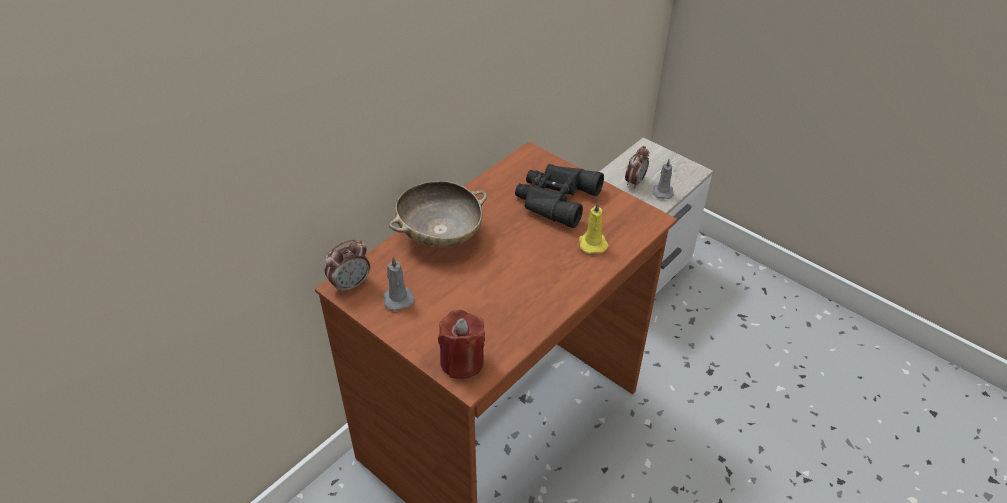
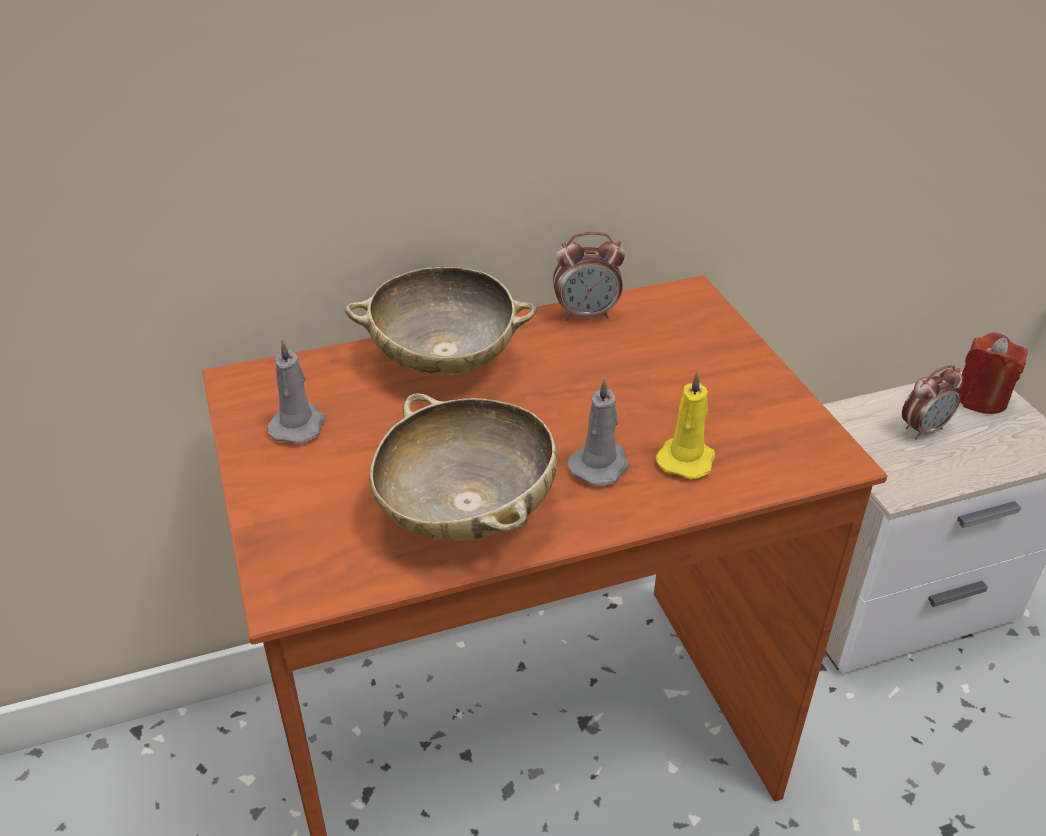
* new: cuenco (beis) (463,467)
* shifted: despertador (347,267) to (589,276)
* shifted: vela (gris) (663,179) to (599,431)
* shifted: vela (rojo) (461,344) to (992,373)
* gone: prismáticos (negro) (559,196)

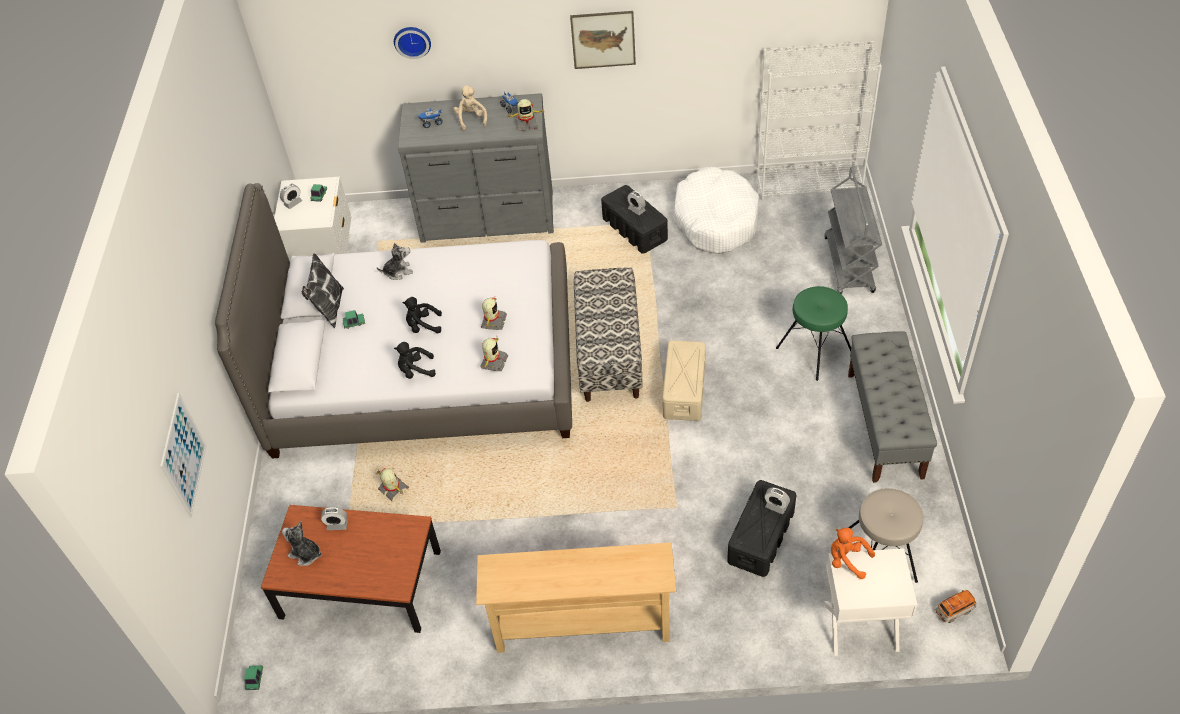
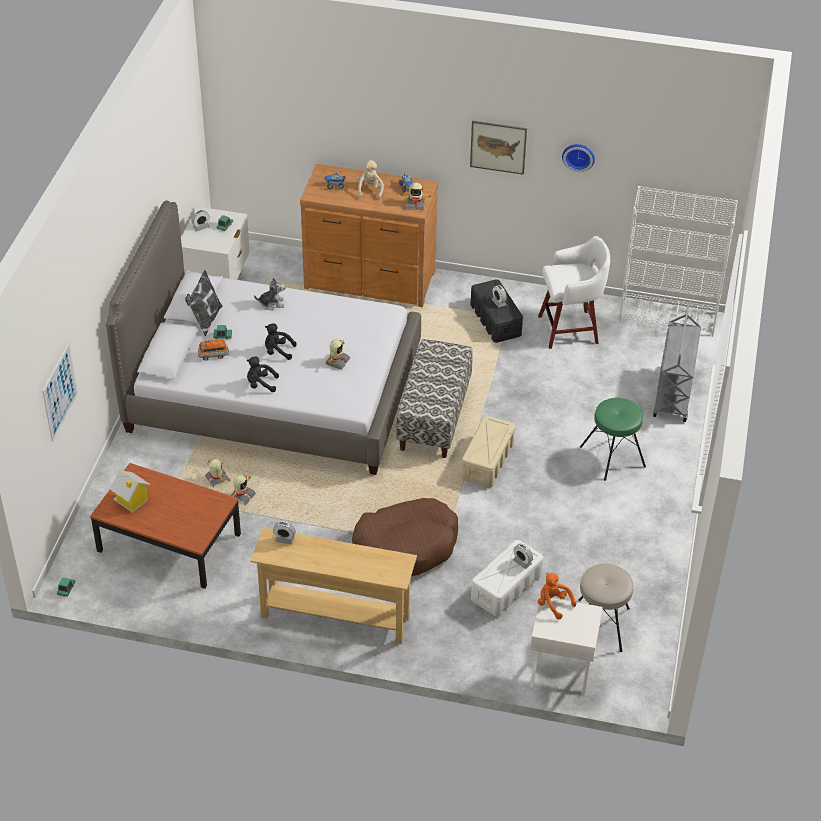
* swapped: peluche (302,543) to casita (130,491)
* shifted: coche de juguete (956,606) to (213,350)
* shifted: robot de juguete (494,353) to (243,490)
* shifted: despertador (334,518) to (284,533)
* repainted: cómoda (gris) (476,168) to cómoda (marrón) (369,235)
* new: cama para perro (marrón) (405,537)
* repainted: caja de almacenaje (negro) (761,528) to caja de almacenaje (blanco) (507,578)
* swapped: cama para perro (blanco) (716,210) to taburete (blanco) (574,292)
* shifted: reloj de pared (412,43) to (578,158)
* gone: banco (gris) (892,407)

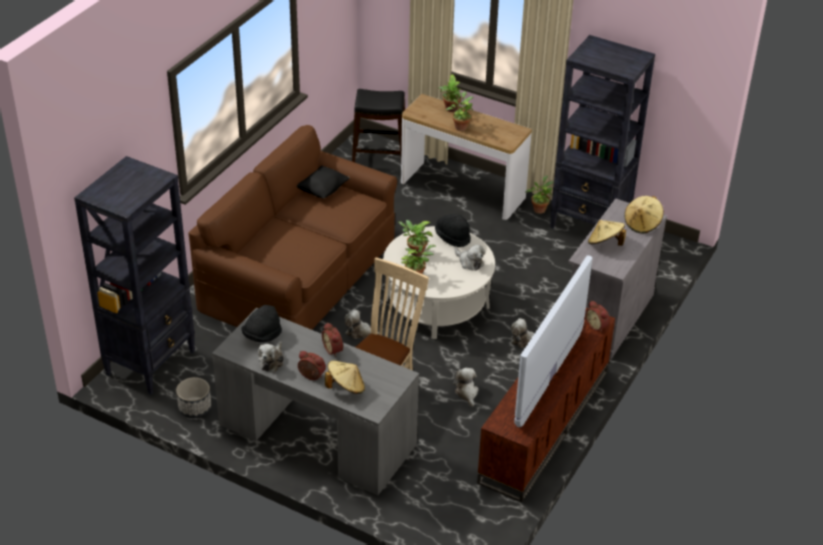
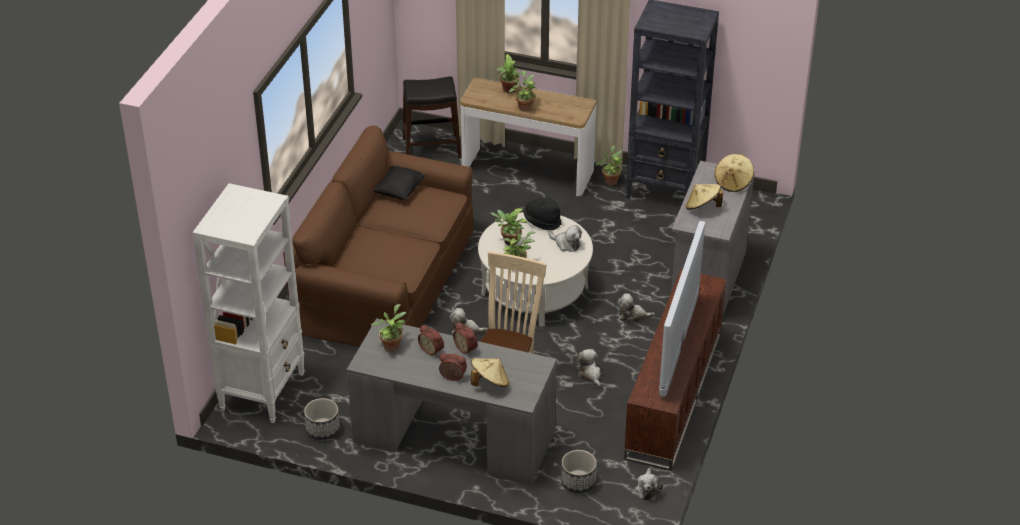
* repainted: estantería (negro) (134,275) to estantería (blanco) (248,303)
* swapped: sombrero (negro) (262,323) to planta en maceta (389,328)
* shifted: despertador (597,316) to (431,341)
* new: maceta (579,471)
* shifted: peluche (271,356) to (649,484)

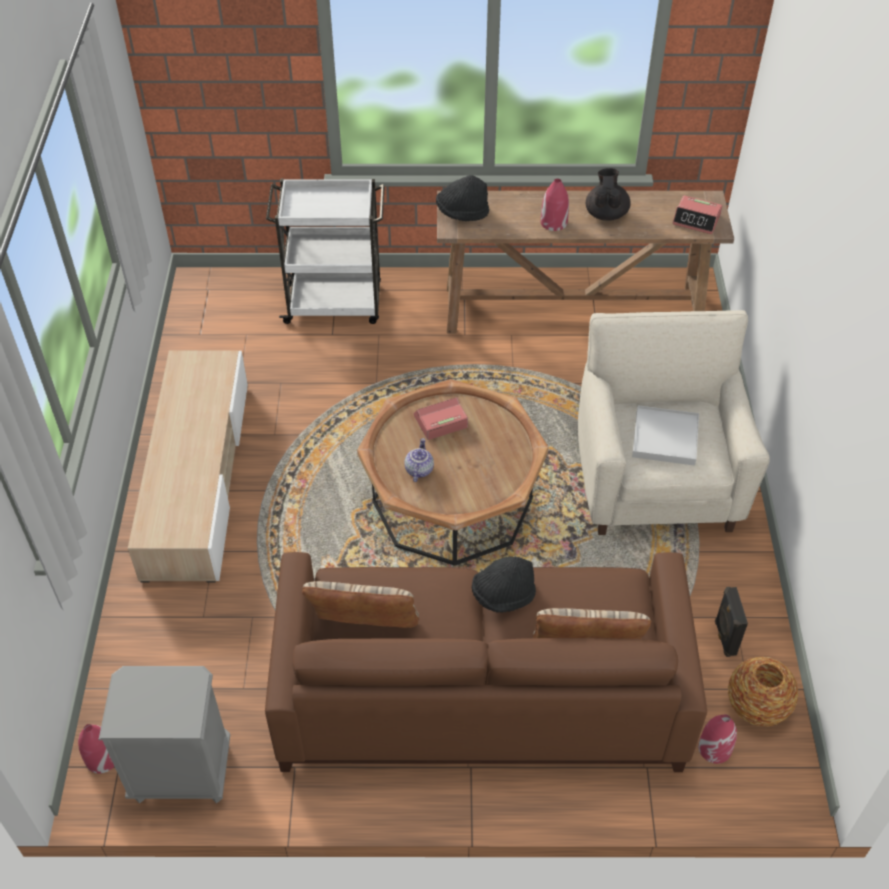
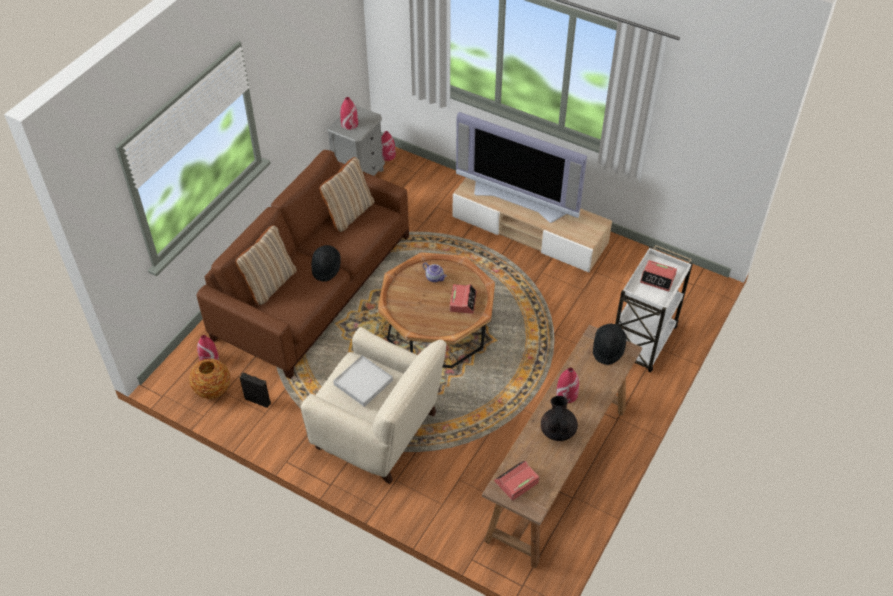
* new: florero (rojo) (349,113)
* new: televisor (521,167)
* rotated: tetera (negro) (608,194) = (559,418) 120 degrees counterclockwise
* new: despertador (658,276)

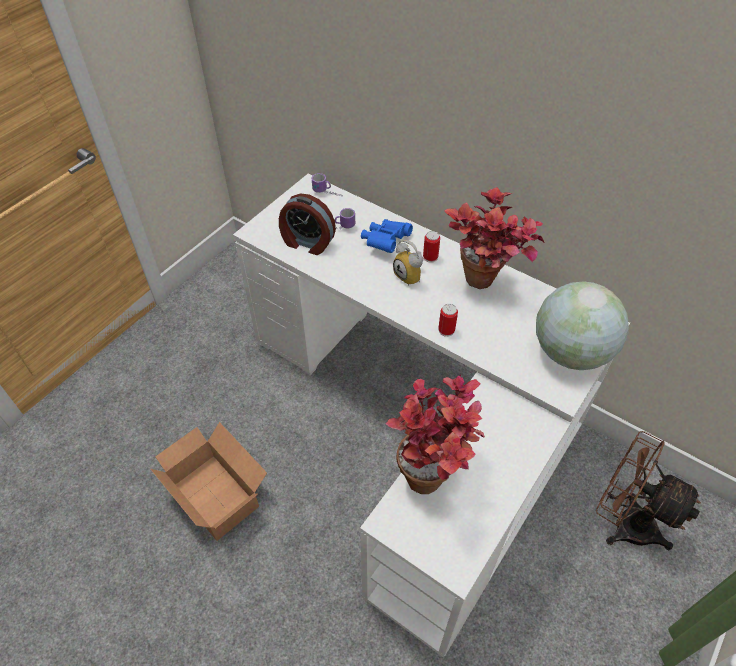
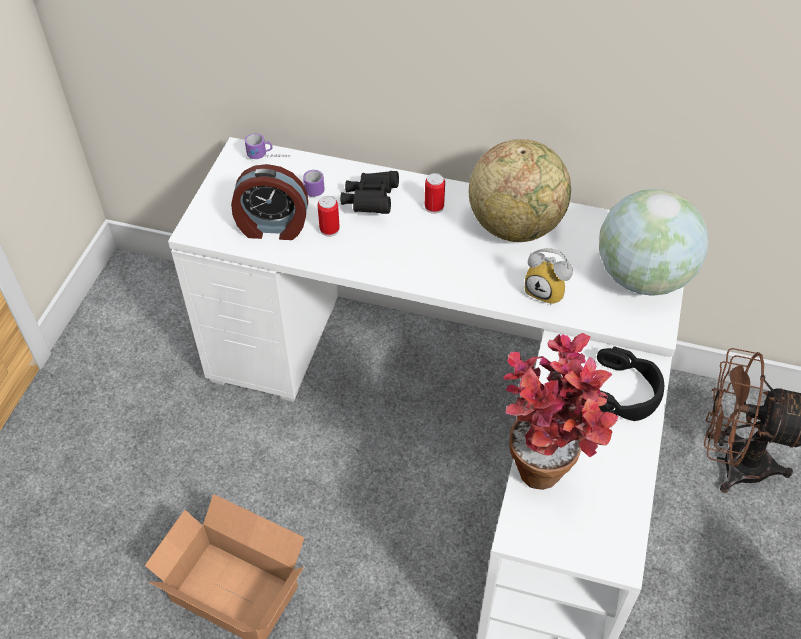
* shifted: lata (448,320) to (329,216)
* repainted: prismáticos (azul) (387,236) to prismáticos (negro) (369,192)
* swapped: planta en maceta (494,238) to globo terráqueo (520,190)
* shifted: despertador (408,263) to (549,276)
* new: auriculares (negro) (630,384)

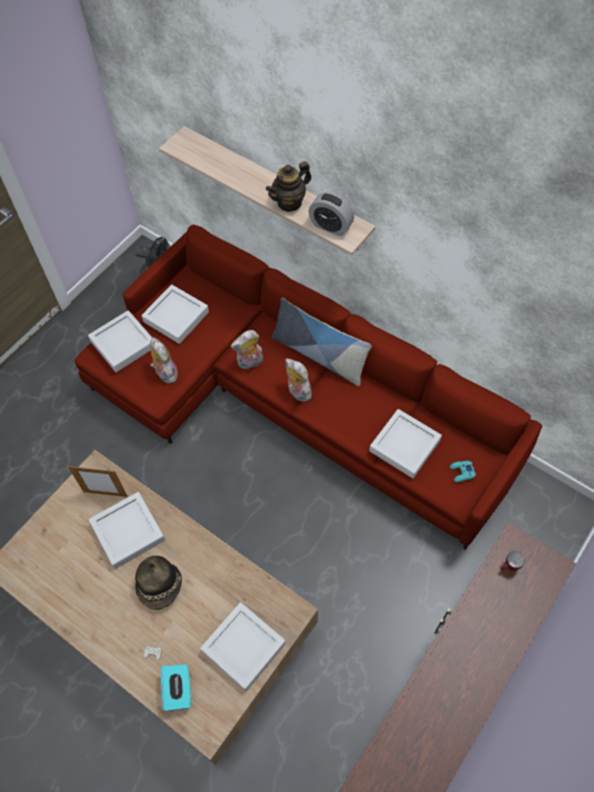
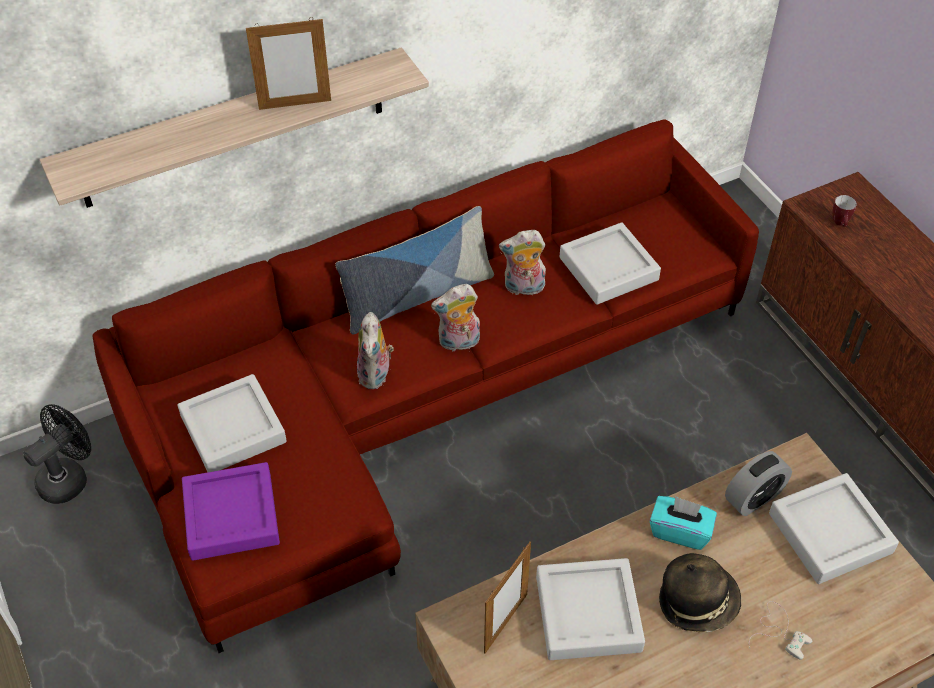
* repainted: bandeja (gris) (120,341) to bandeja (morado) (231,511)
* swapped: tetera (289,186) to portarretratos (288,63)
* shifted: peluche (164,360) to (523,262)
* shifted: caja de pañuelos (turquesa) (176,688) to (683,523)
* shifted: despertador (331,214) to (758,483)
* gone: mando de consola (turquesa) (463,471)

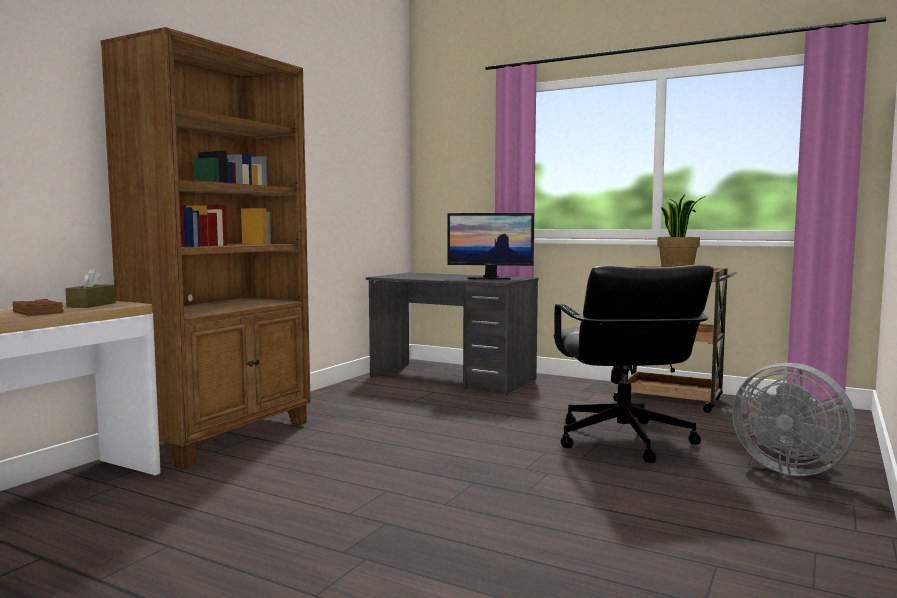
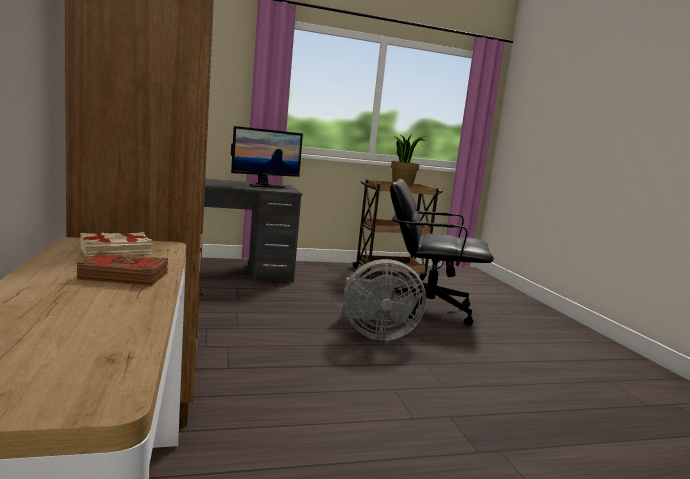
* swapped: caja de pañuelos (marrón) (90,288) to libro (beis) (116,244)
* shifted: ventilador (gris) (794,419) to (384,300)
* rotated: silla de oficina (negro) (634,364) = (442,252) 150 degrees clockwise

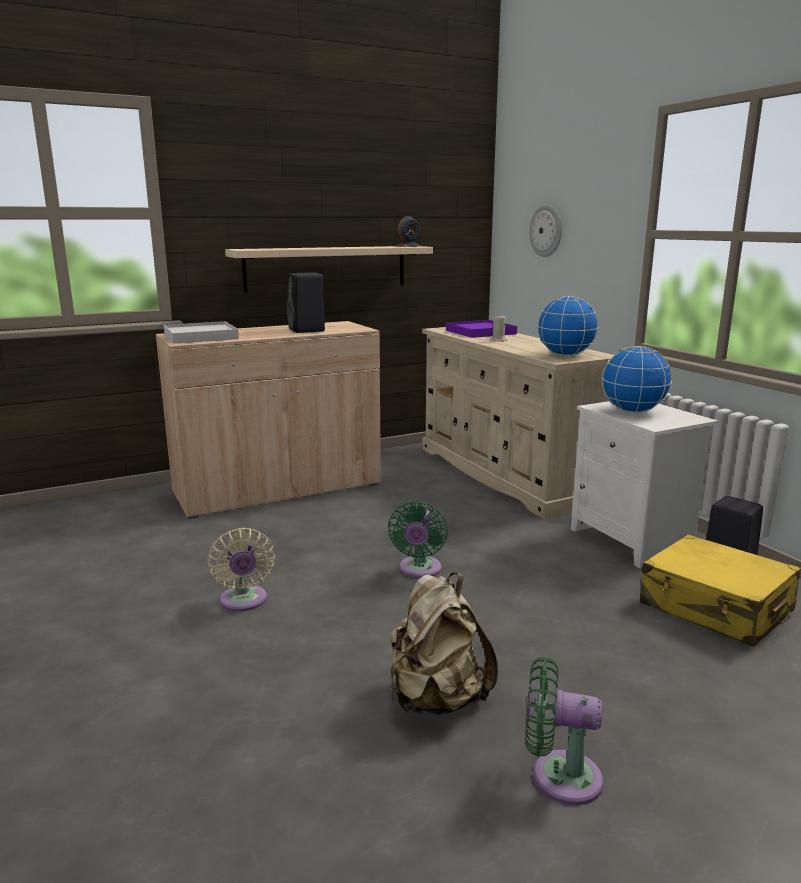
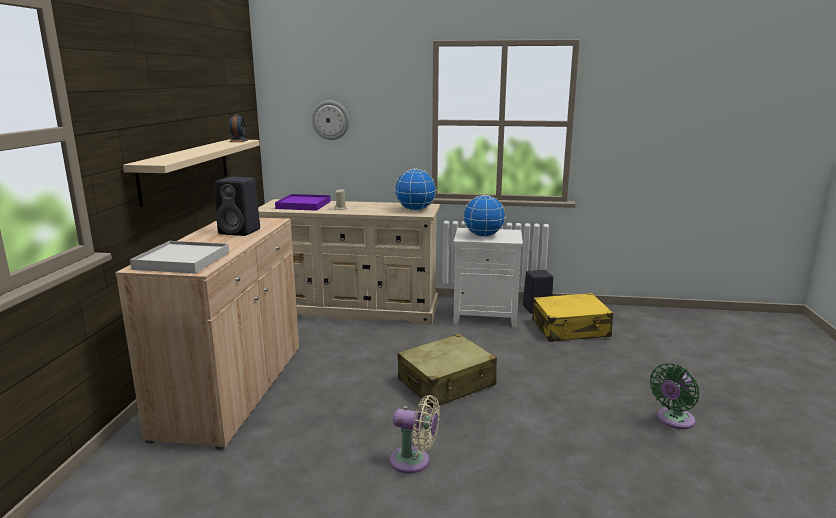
* swapped: ventilador (verde) (418,539) to maleta (beis) (447,371)
* gone: mochila (beis) (444,643)

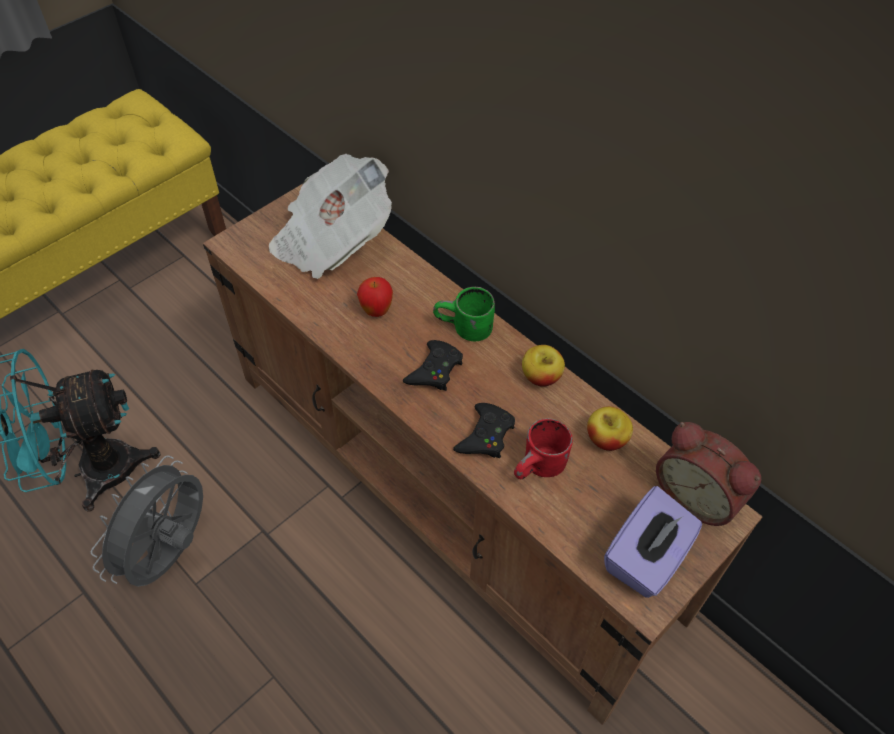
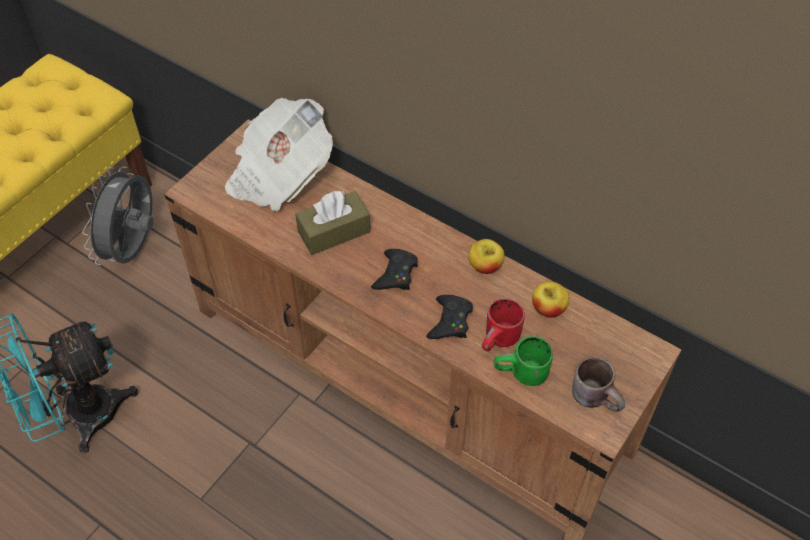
* shifted: ventilador (gris) (146,521) to (117,216)
* swapped: manzana (375,297) to caja de pañuelos (marrón) (333,222)
* shifted: taza grande (verde) (464,314) to (523,360)
* swapped: caja de pañuelos (morado) (653,542) to taza grande (marrón) (598,384)
* gone: despertador (708,474)

